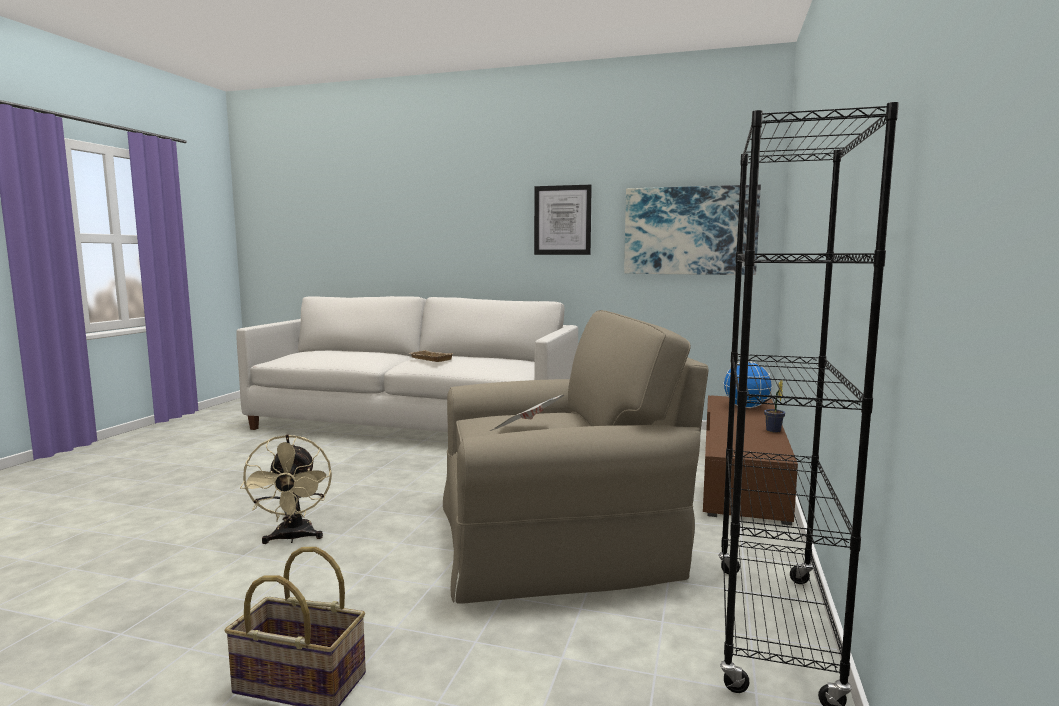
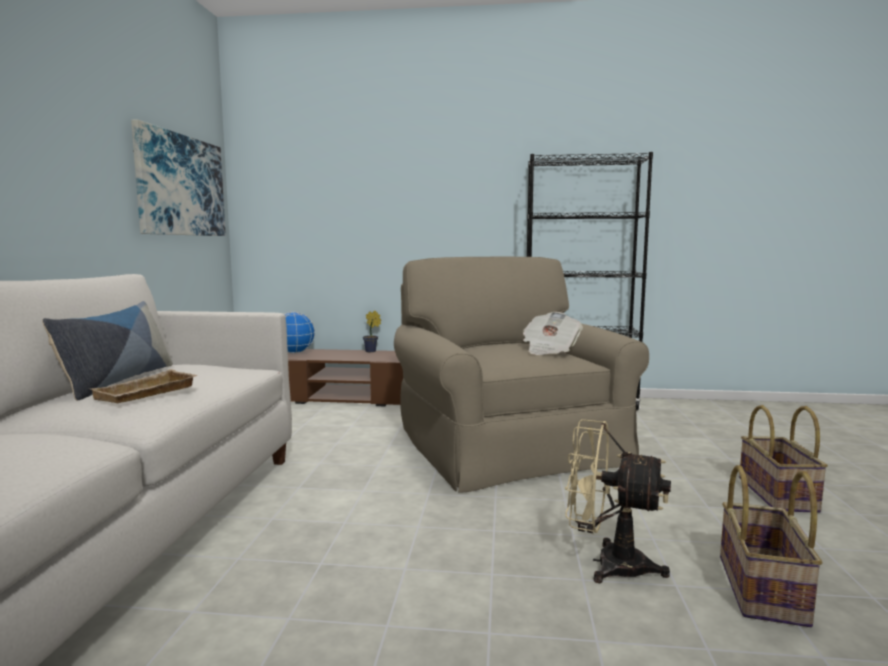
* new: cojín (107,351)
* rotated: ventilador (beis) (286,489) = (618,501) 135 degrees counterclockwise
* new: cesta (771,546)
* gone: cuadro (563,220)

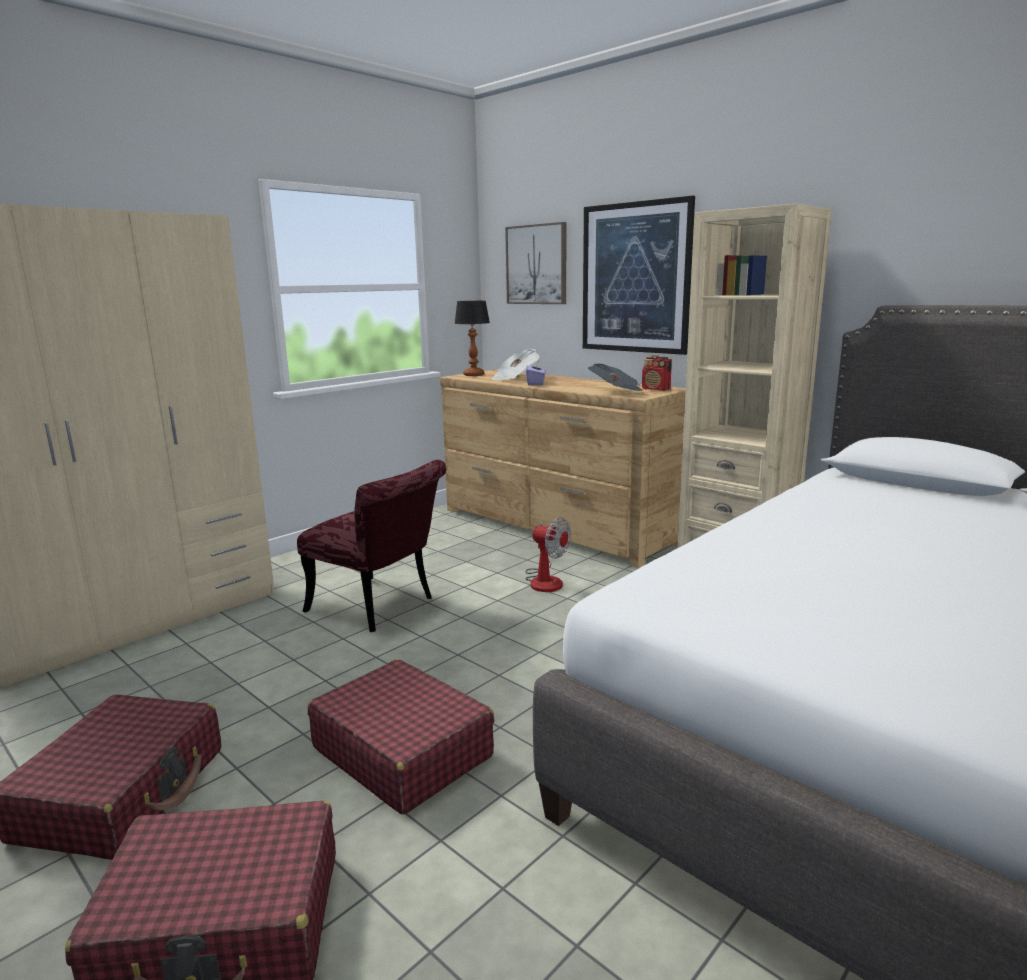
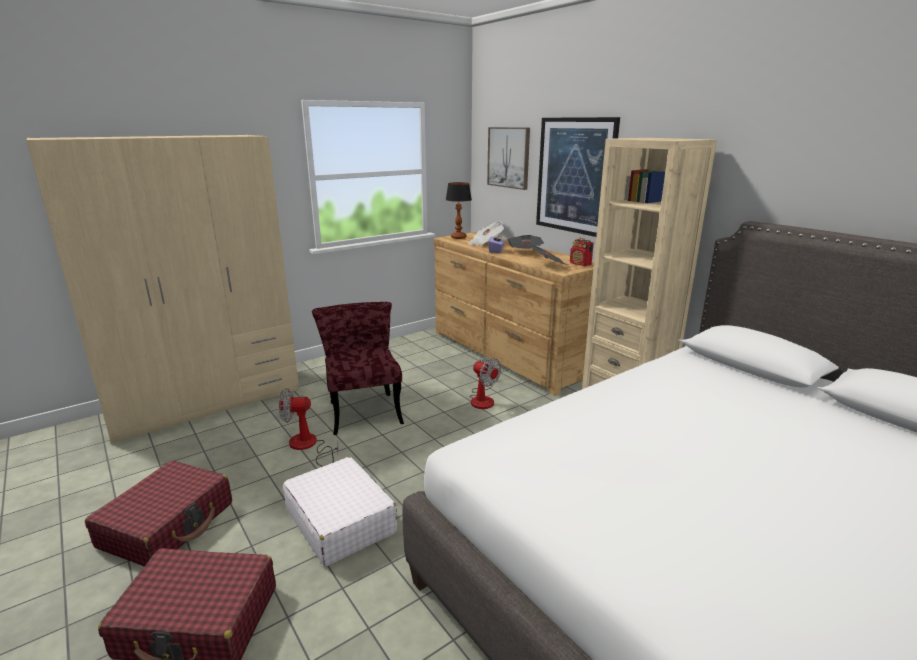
* new: ventilador (309,427)
* repainted: maleta (rojo) (401,737) to maleta (blanco) (340,512)
* rotated: silla (rojo) (371,546) = (358,368) 150 degrees counterclockwise
* new: periódico (525,242)

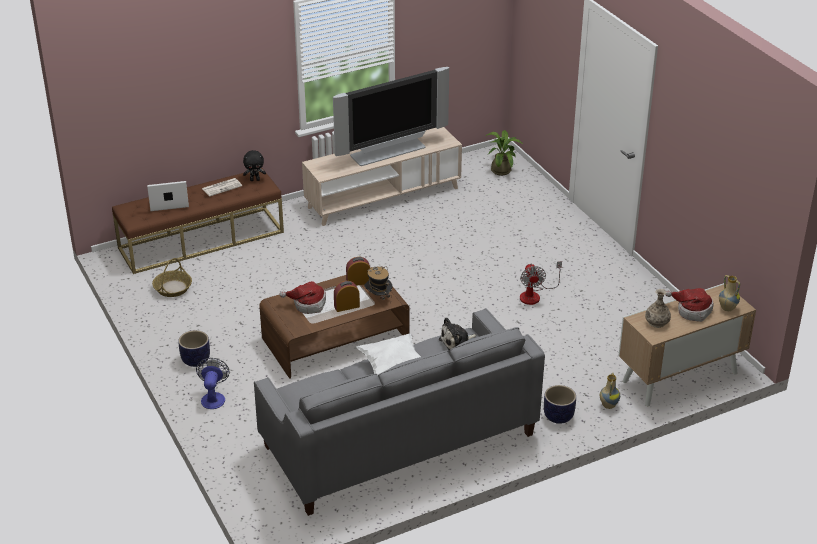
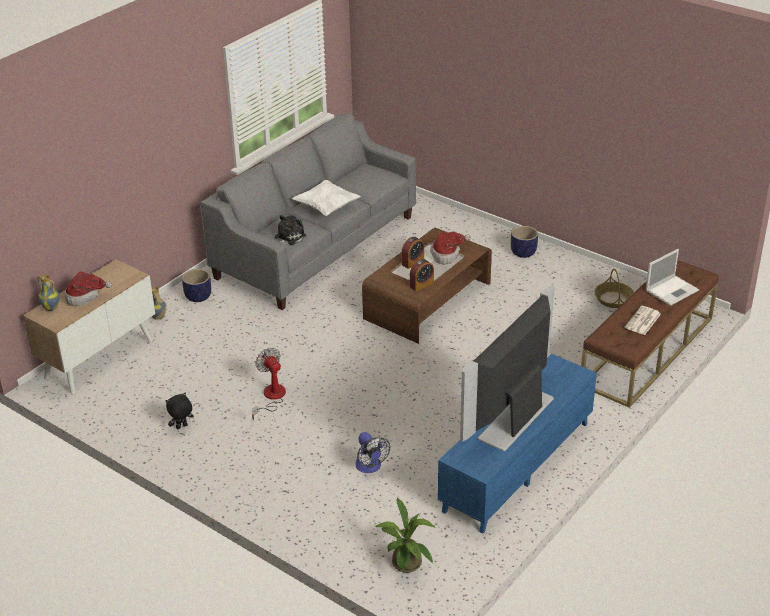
* shifted: peluche (negro) (254,165) to (180,411)
* shifted: ventilador (213,383) to (372,452)
* repainted: mueble de televisión (beis) (382,176) to mueble de televisión (azul) (517,444)
* gone: sombrero (378,283)
* gone: florero (658,308)

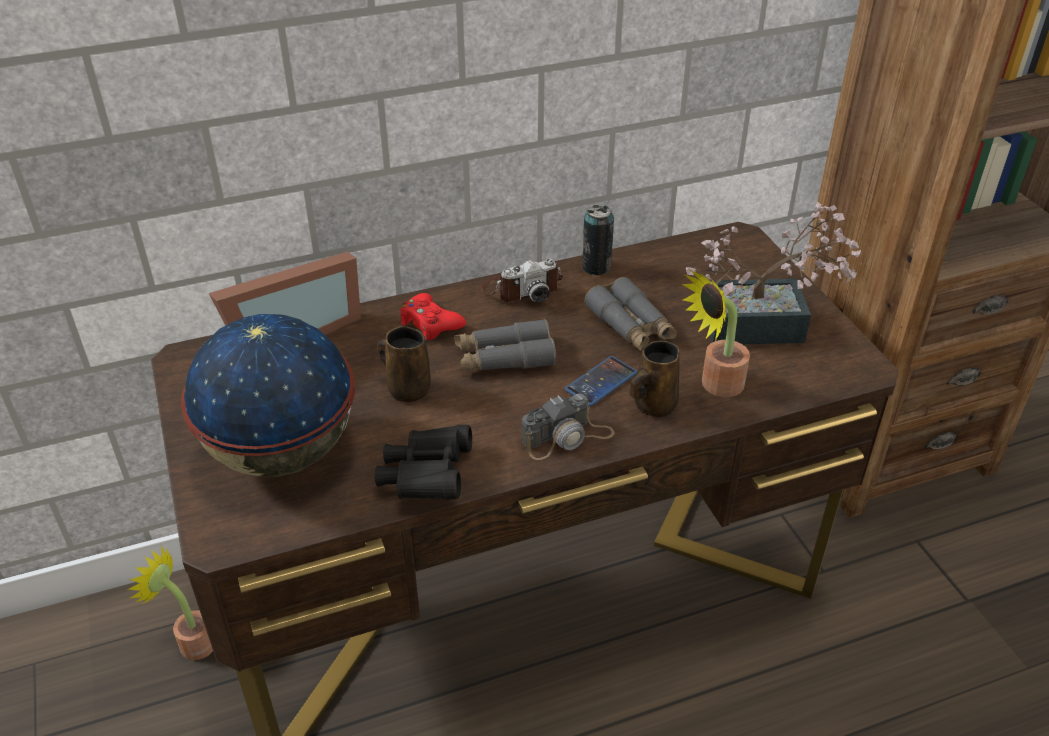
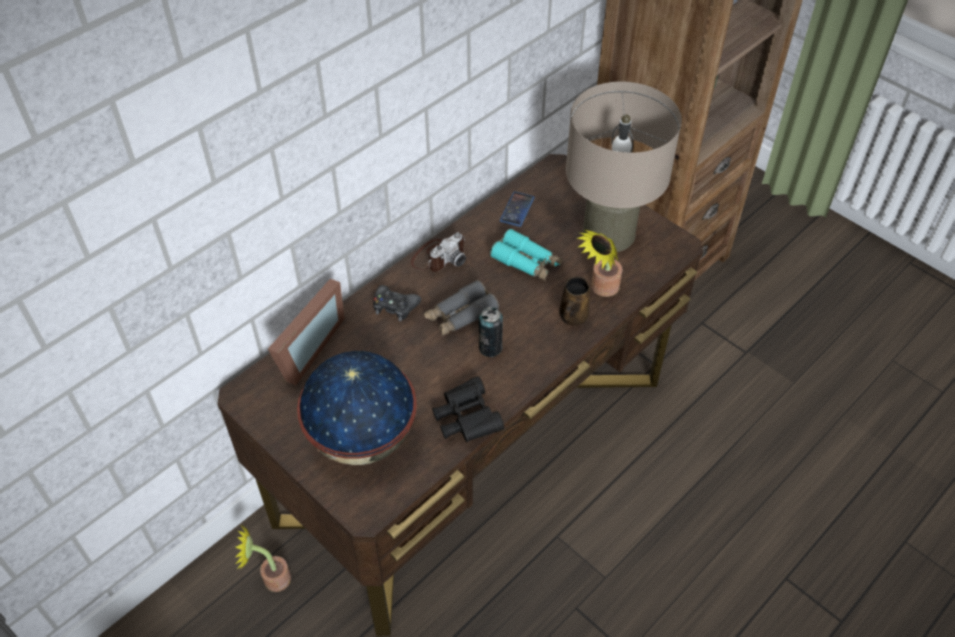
* repainted: mando de consola (rojo) (433,316) to mando de consola (negro) (397,303)
* shifted: lata (598,240) to (491,332)
* repainted: prismáticos (gris) (631,314) to prismáticos (turquesa) (526,255)
* shifted: móvil (601,381) to (517,209)
* swapped: planta en maceta (773,273) to lámpara de mesa (beis) (624,167)
* gone: taza grande (marrón) (404,364)
* gone: cámara (568,426)

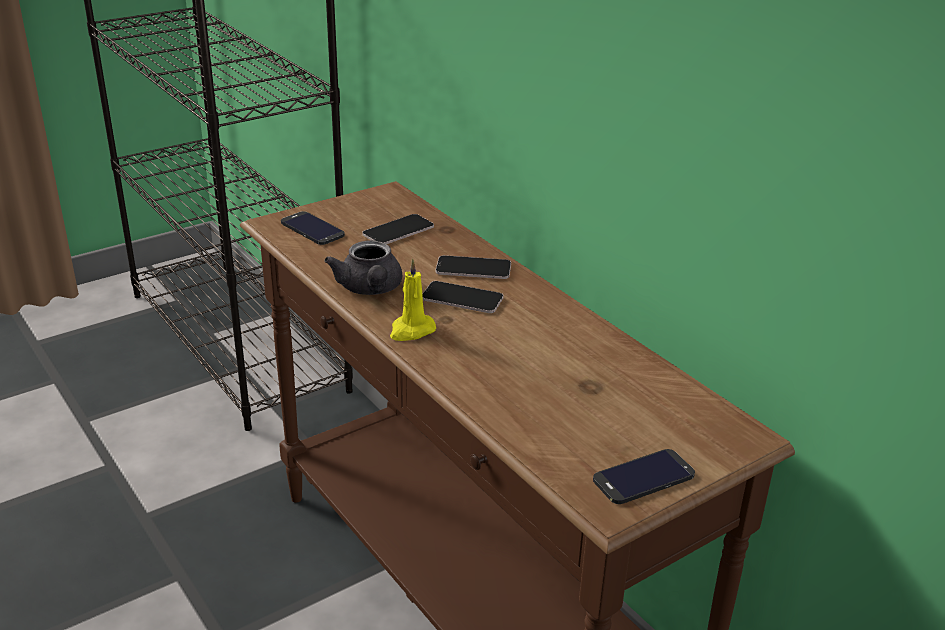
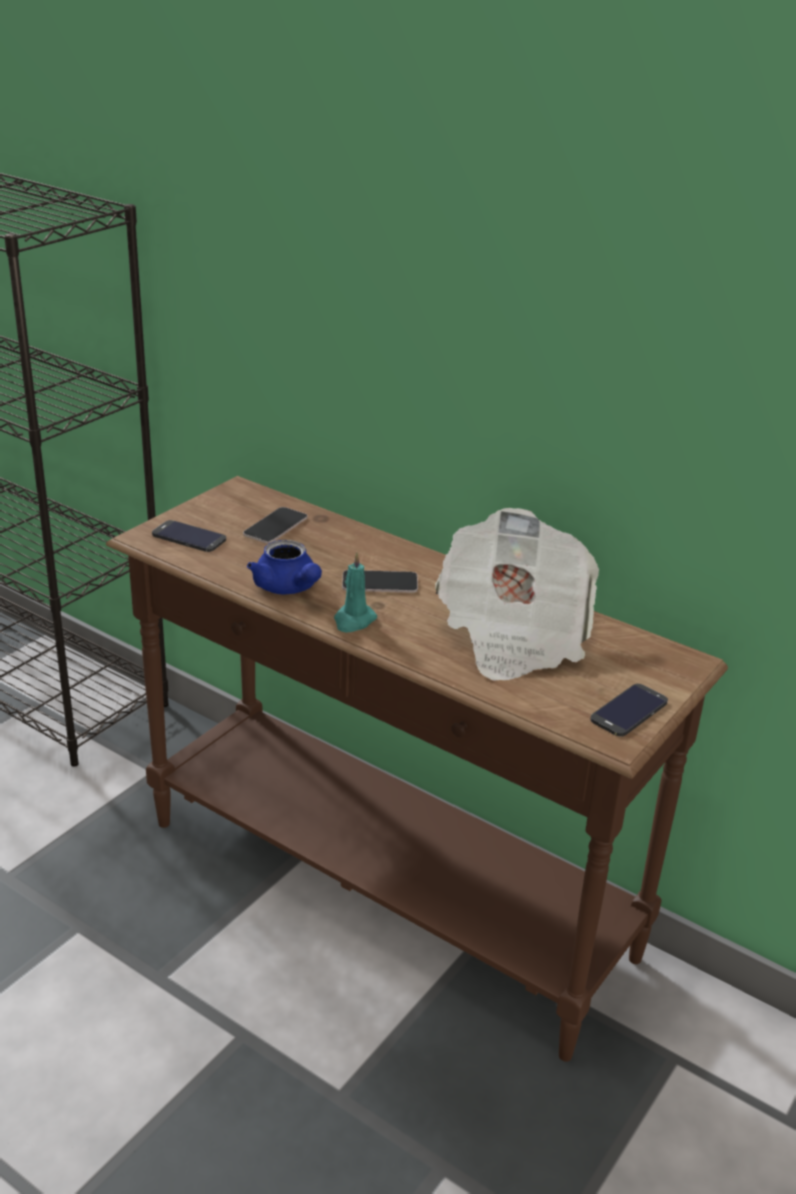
* repainted: tetera (gris) (363,268) to tetera (azul) (284,567)
* repainted: vela (amarillo) (413,299) to vela (turquesa) (355,592)
* new: periódico (517,594)
* gone: móvil (473,267)

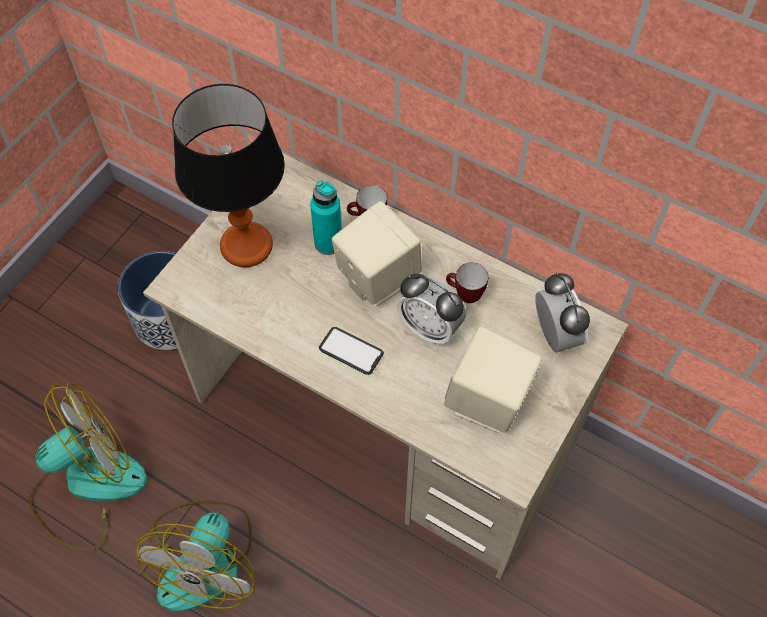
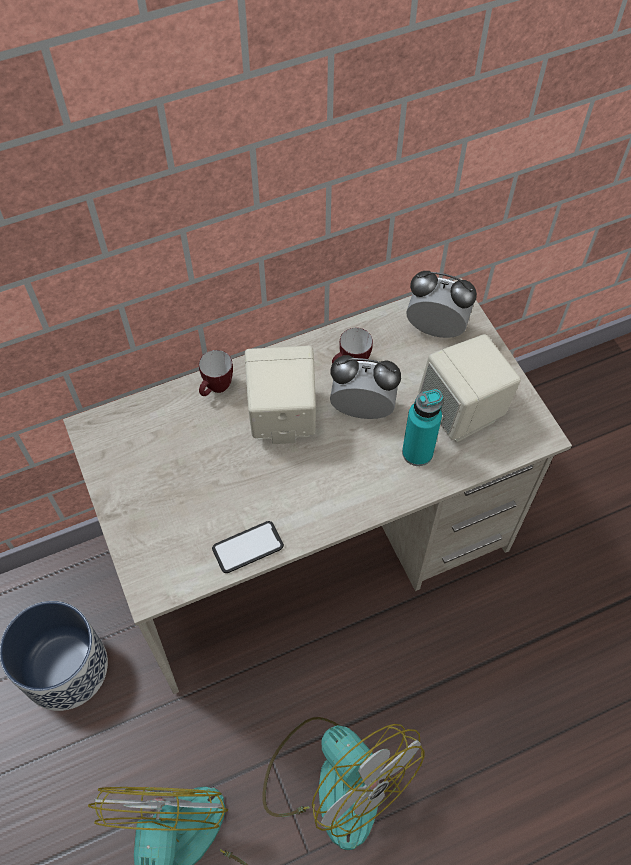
* shifted: móvil (351,351) to (248,547)
* rotated: despertador (431,309) = (365,387) 150 degrees counterclockwise
* shifted: botella (turquesa) (326,217) to (422,427)
* gone: lámpara de mesa (228,175)

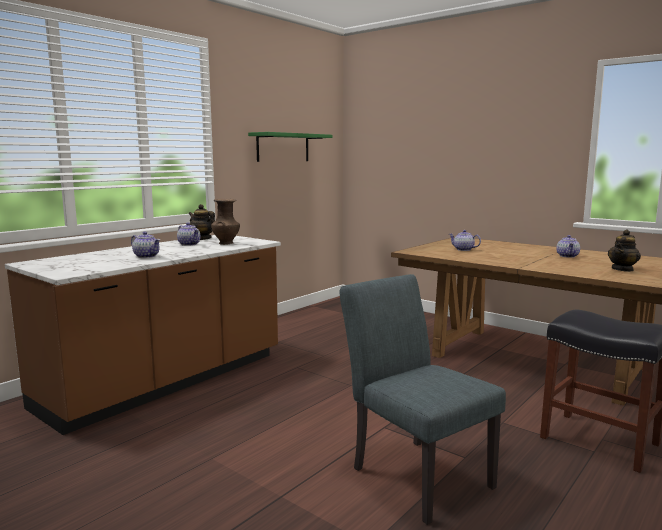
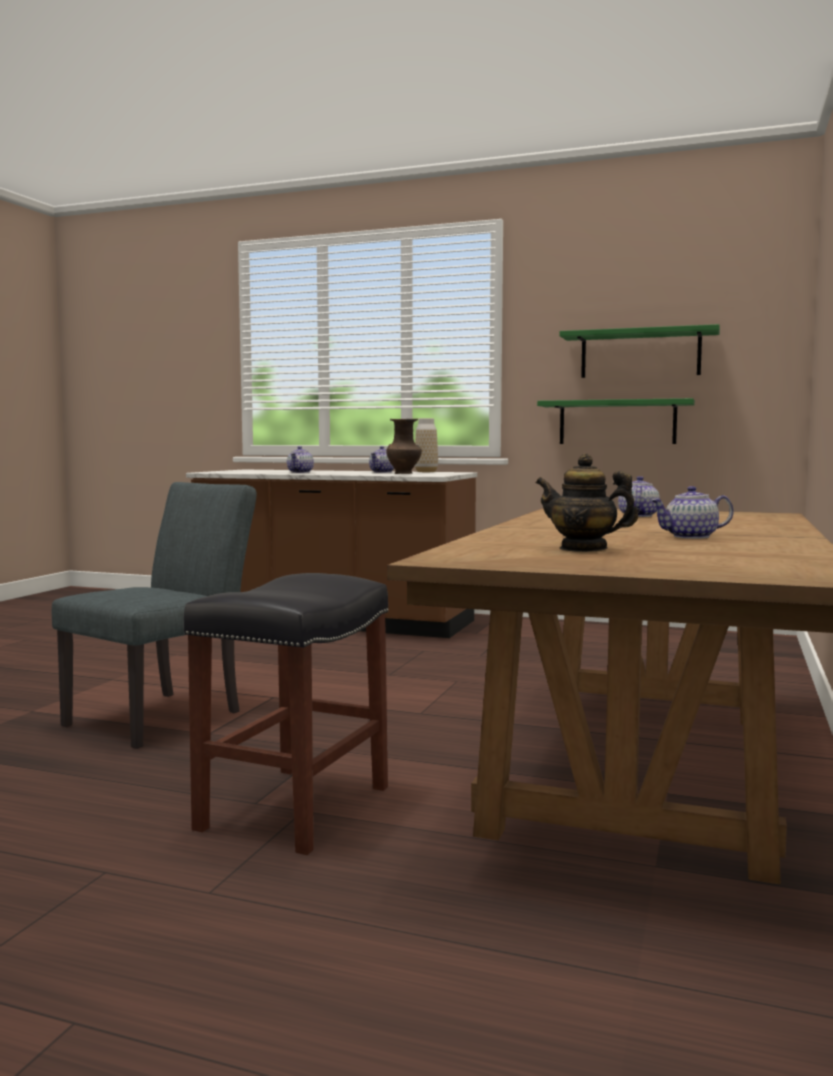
* swapped: tetera (202,222) to florero (426,445)
* new: estante (verde) (616,421)

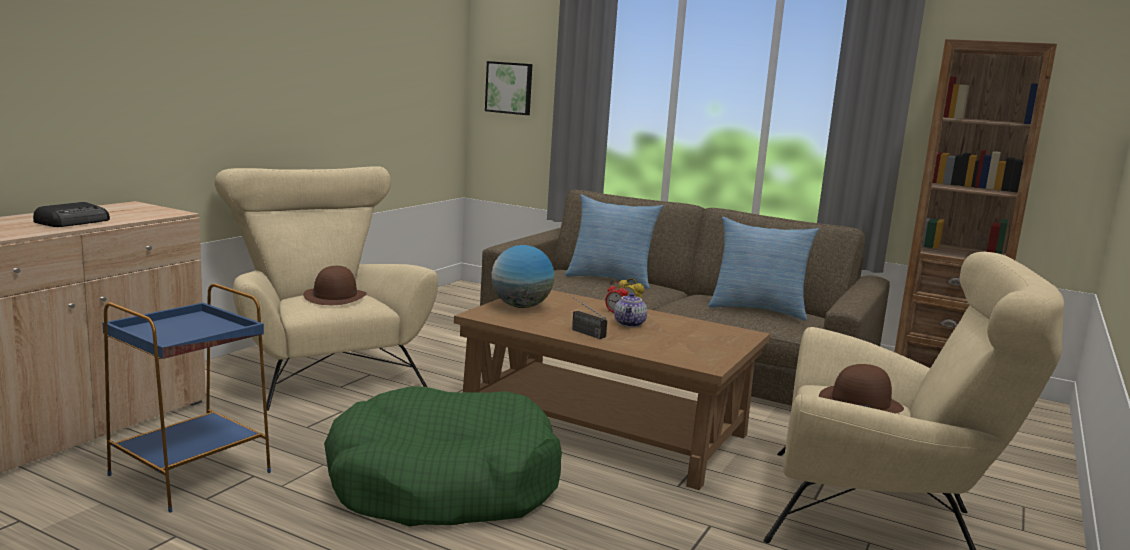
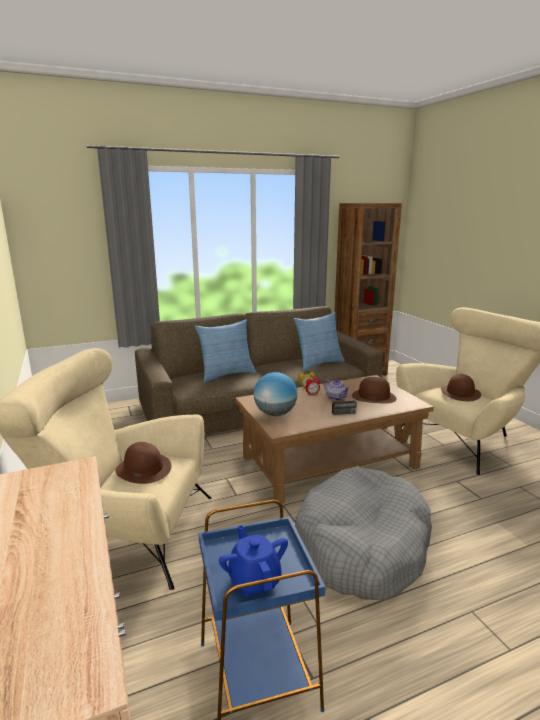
* new: tetera (azul) (253,561)
* repainted: cama para perro (verde) (443,456) to cama para perro (gris) (363,533)
* new: sombrero (marrón) (374,390)
* gone: radio (71,214)
* gone: cuadro (508,88)

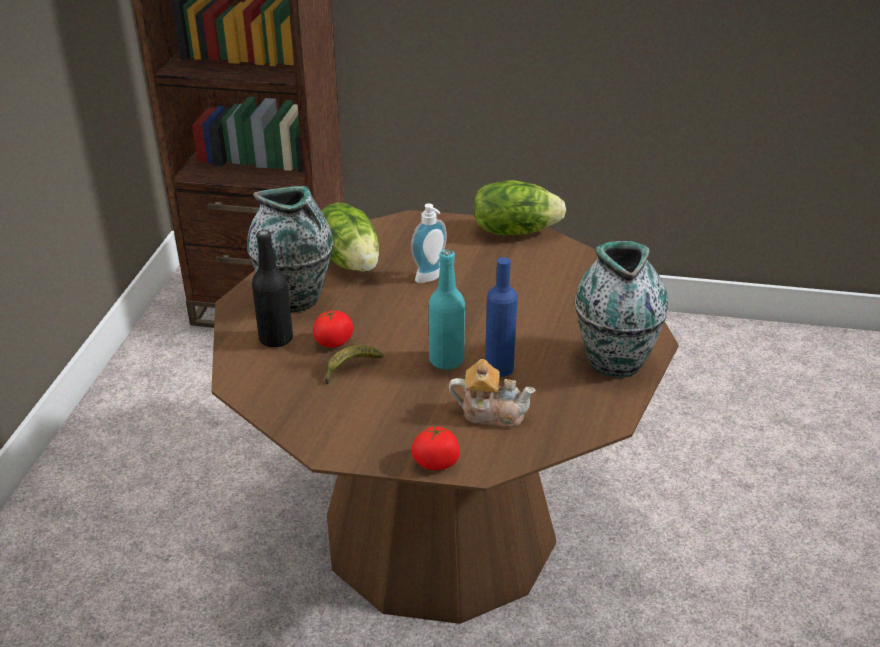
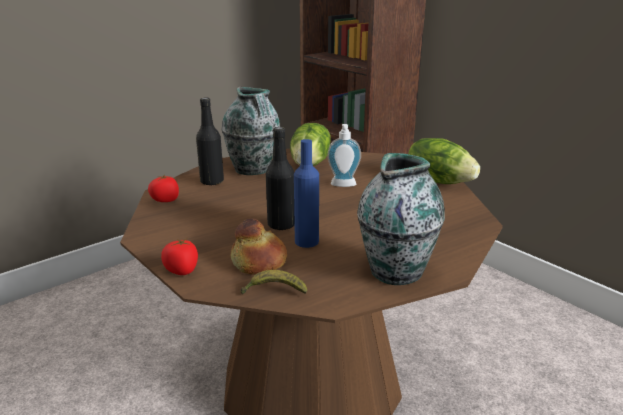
* shifted: tomate (333,329) to (163,188)
* swapped: tetera (492,393) to pan (259,246)
* shifted: plátano (354,364) to (274,282)
* repainted: botella (turquesa) (447,309) to botella (negro) (280,178)

